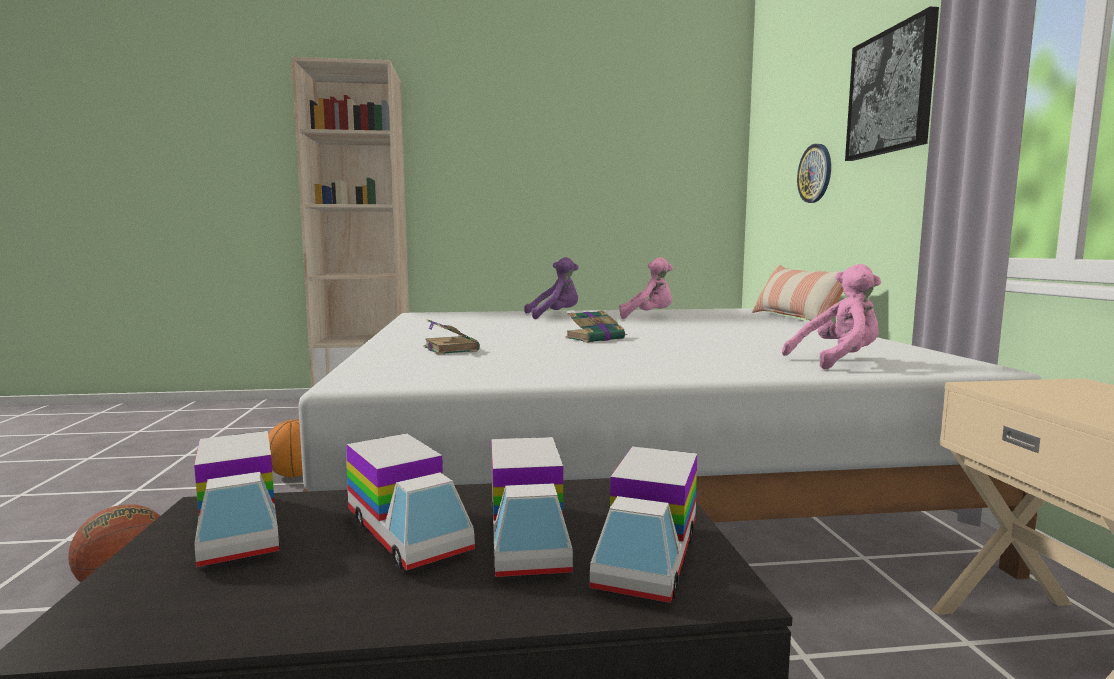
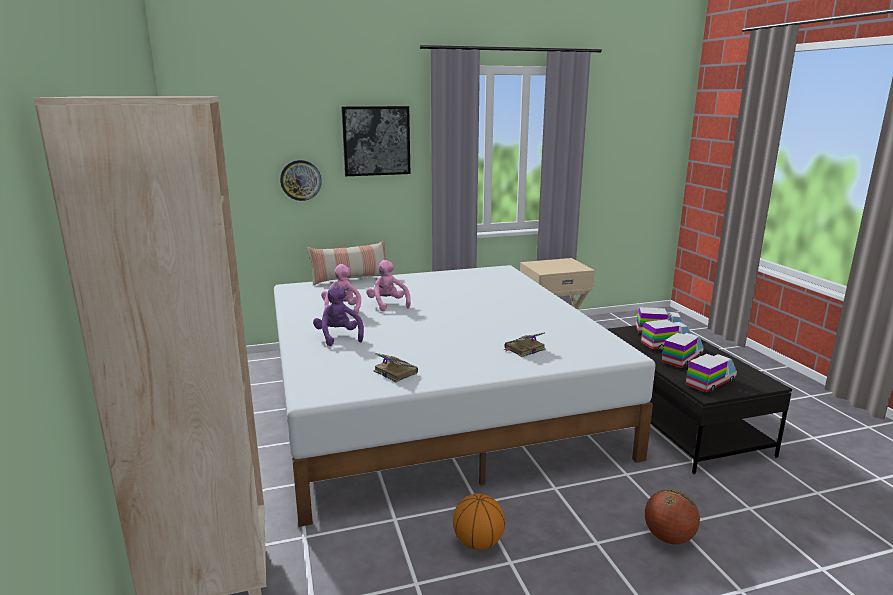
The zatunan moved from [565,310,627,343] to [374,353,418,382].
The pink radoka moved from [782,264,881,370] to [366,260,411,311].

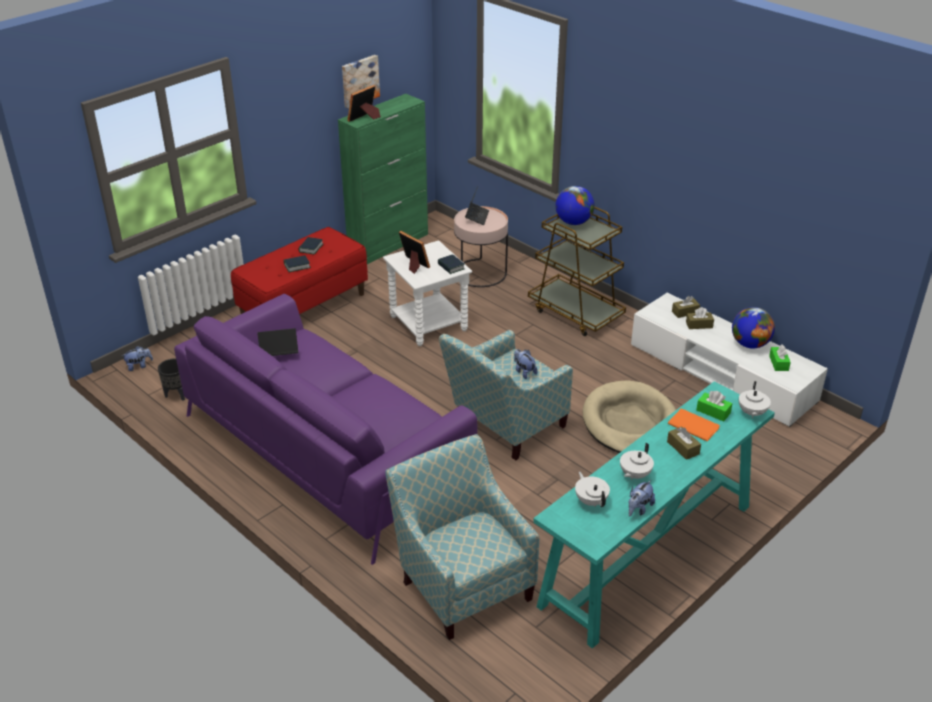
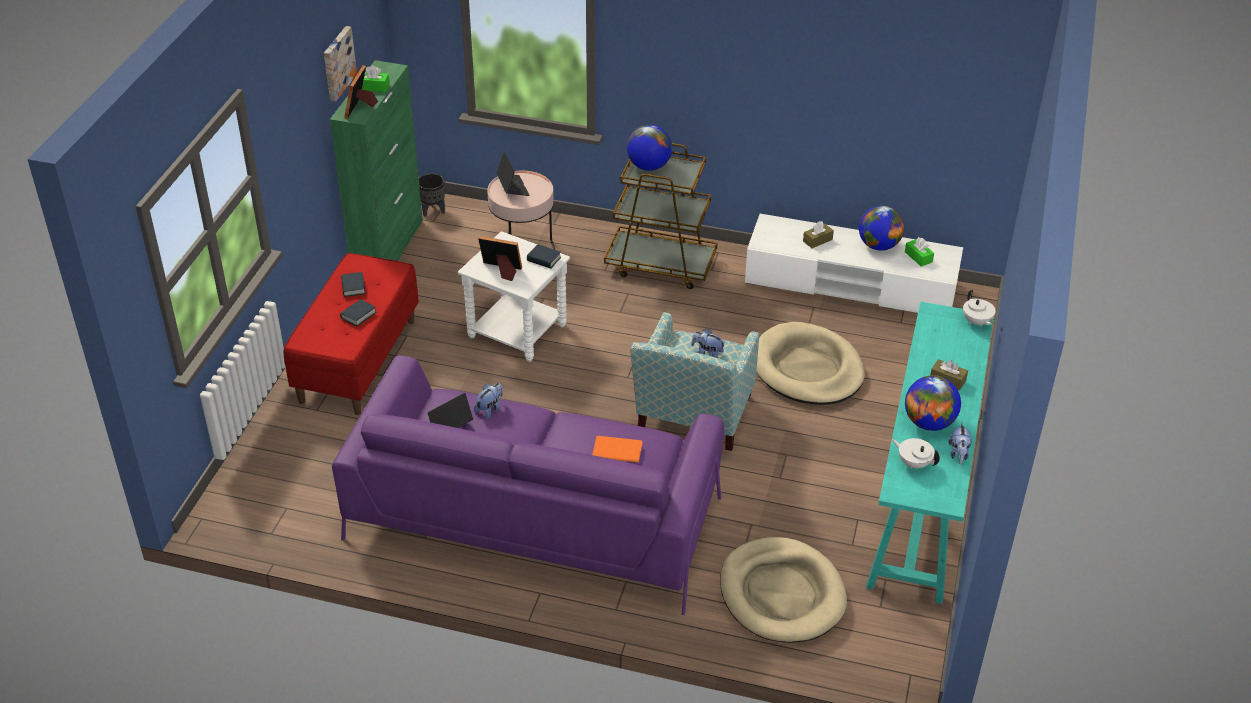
The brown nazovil at [672,296,700,318] disappeared.
The radoka moved from [121,346,153,371] to [474,383,503,419].
The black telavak moved from [158,358,185,401] to [419,173,445,216].
The orange zatunan moved from [668,409,720,441] to [592,436,642,463].
The green nazovil moved from [696,391,732,421] to [362,65,390,92].
The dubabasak at [385,434,539,640] was replaced by the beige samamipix at [720,537,847,643].
The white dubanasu at [620,443,654,480] was replaced by the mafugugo at [905,375,961,431].

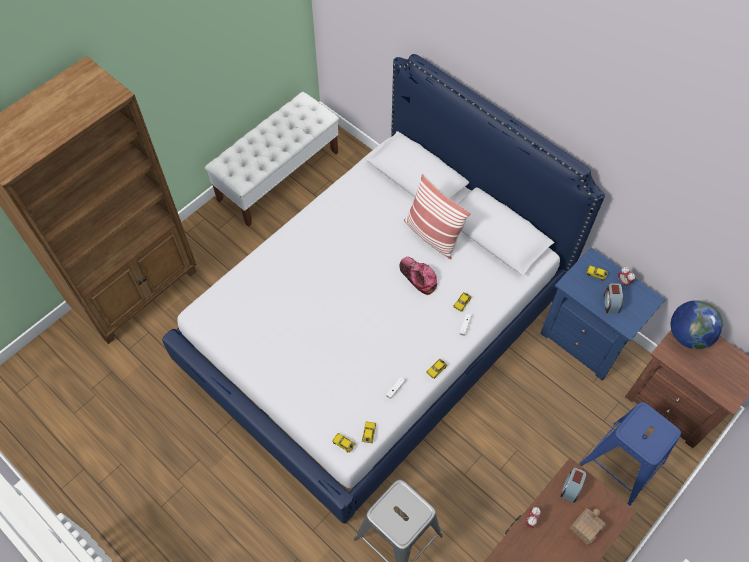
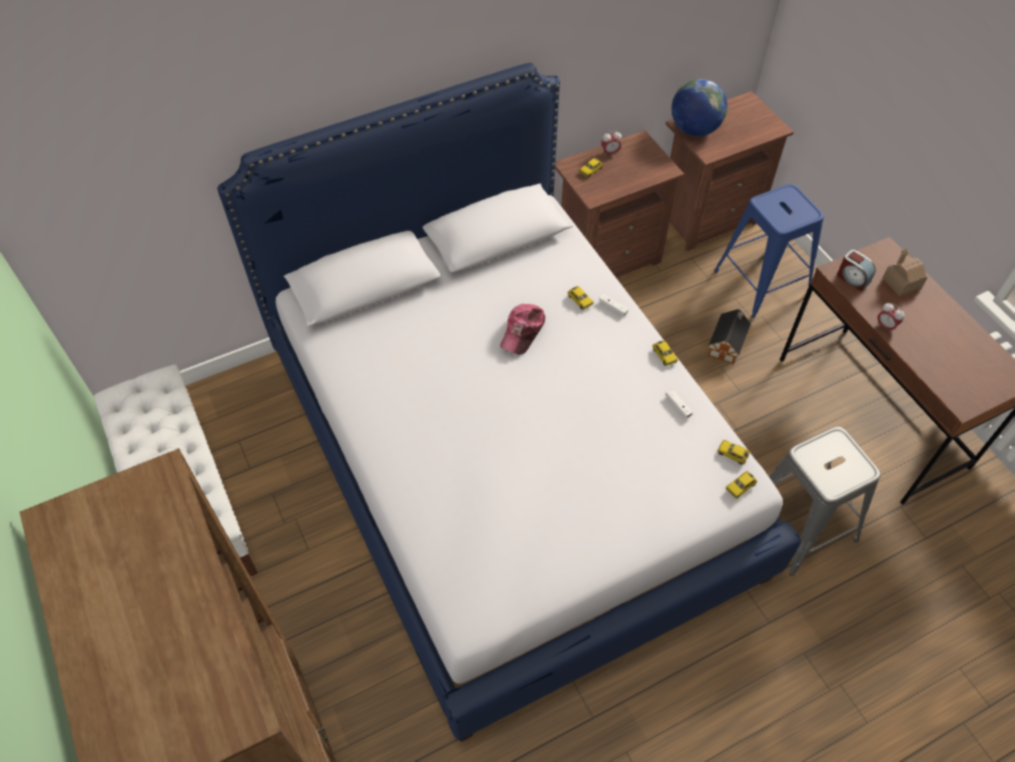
The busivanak at [404,174,471,259] disappeared.
The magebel at [604,283,623,313] disappeared.
The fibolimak at [708,309,751,365] appeared.
The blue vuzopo at [540,247,666,381] became the brown vuzopo at [555,130,684,278].
The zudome at [400,257,437,295] turned 45 degrees counterclockwise.

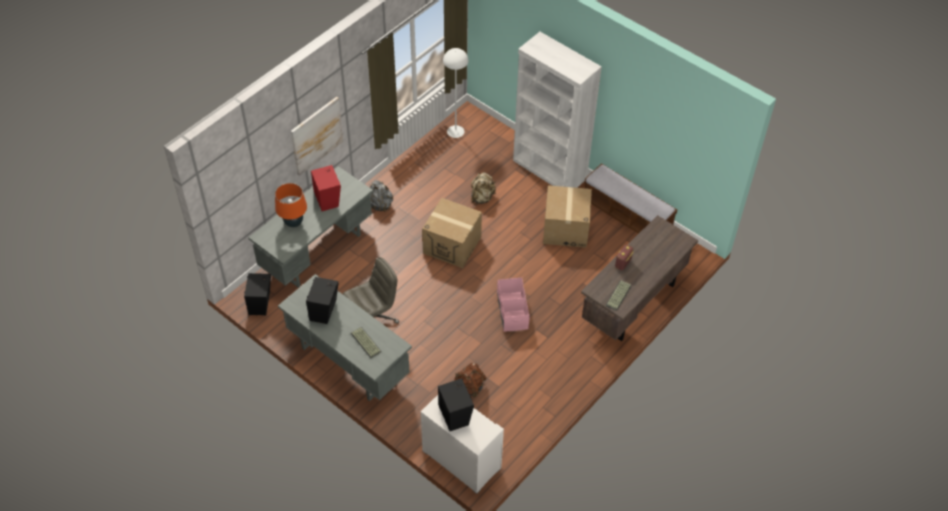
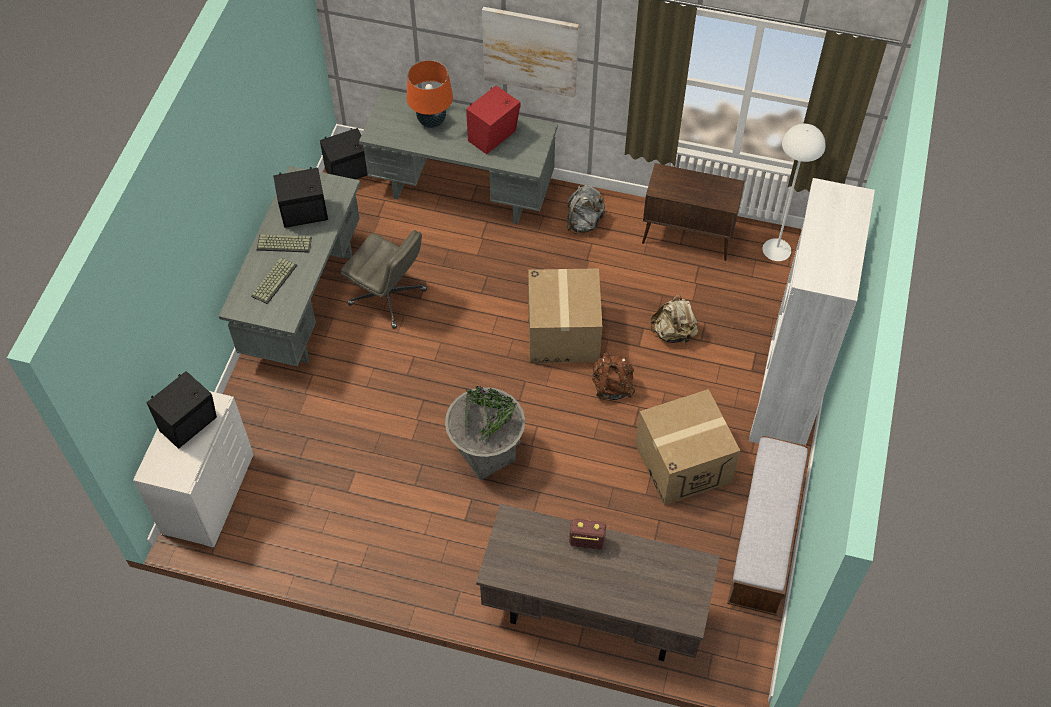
The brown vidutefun at [642,163,745,261] appeared.
The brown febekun moved from [454,363,487,398] to [592,352,635,400].
The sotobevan moved from [605,280,632,311] to [256,235,312,253].
The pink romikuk at [497,278,529,332] was replaced by the grey telavak at [445,386,525,481].

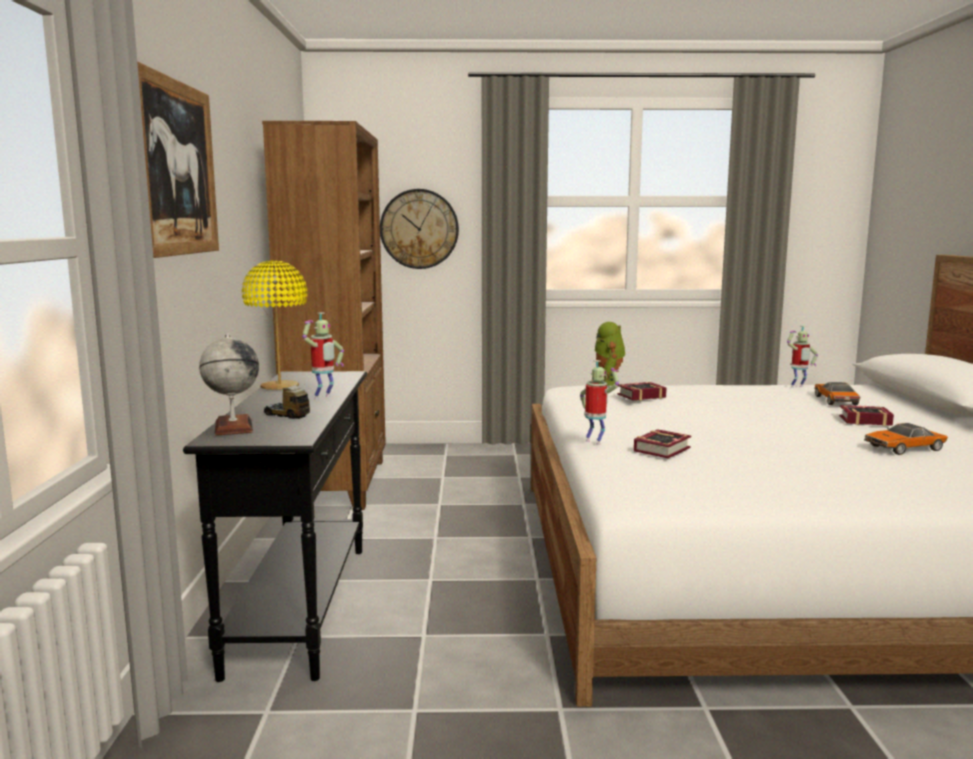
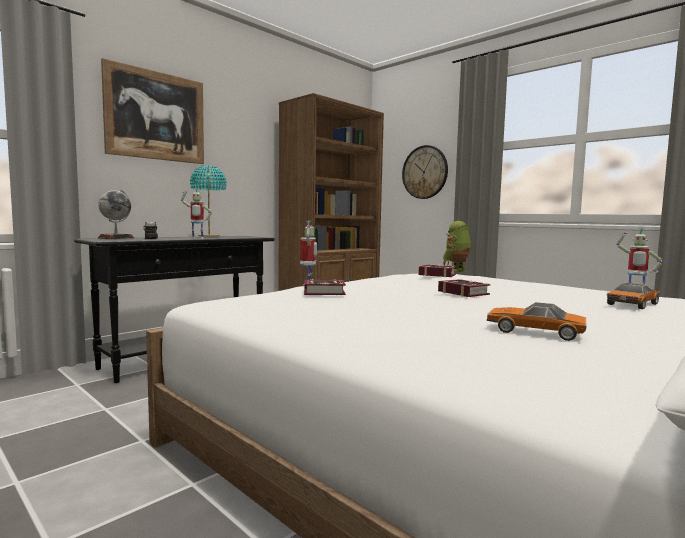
The zatunan moved from [839,405,894,426] to [438,279,491,297].
The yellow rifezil at [242,260,308,390] became the turquoise rifezil at [190,165,227,237].

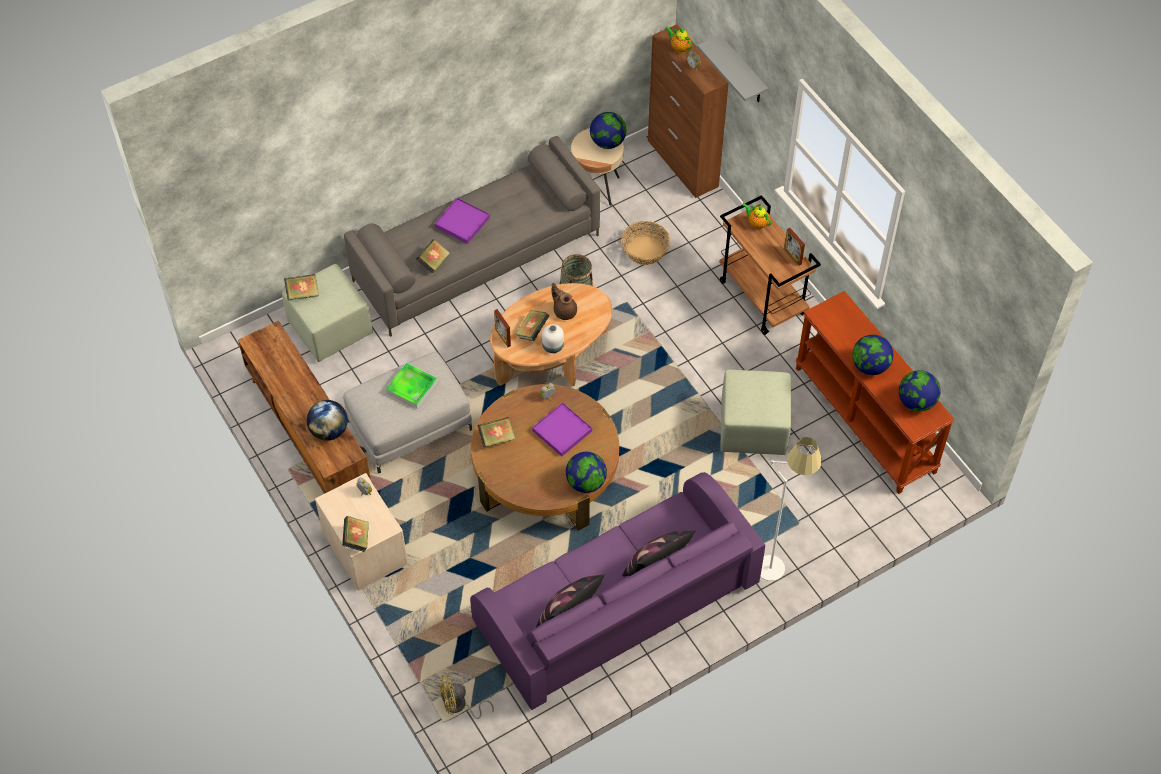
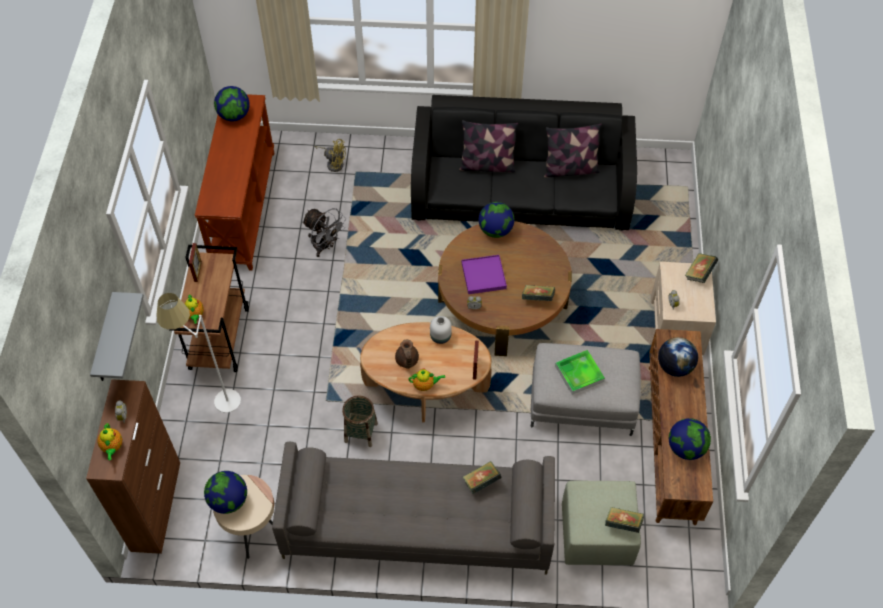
The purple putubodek at [435,198,490,244] disappeared.
The zatunan at [515,310,549,341] disappeared.
The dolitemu at [621,221,670,265] disappeared.
The dubanasu at [408,368,445,391] appeared.
The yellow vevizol moved from [438,675,494,719] to [314,139,346,172].
The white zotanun moved from [760,437,822,581] to [156,293,241,413].
The mafugugo moved from [852,335,893,375] to [669,418,711,460].
The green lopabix at [720,369,791,455] was replaced by the grey vevizol at [302,208,346,257].
The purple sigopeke at [470,472,765,710] became the black sigopeke at [411,95,637,231].

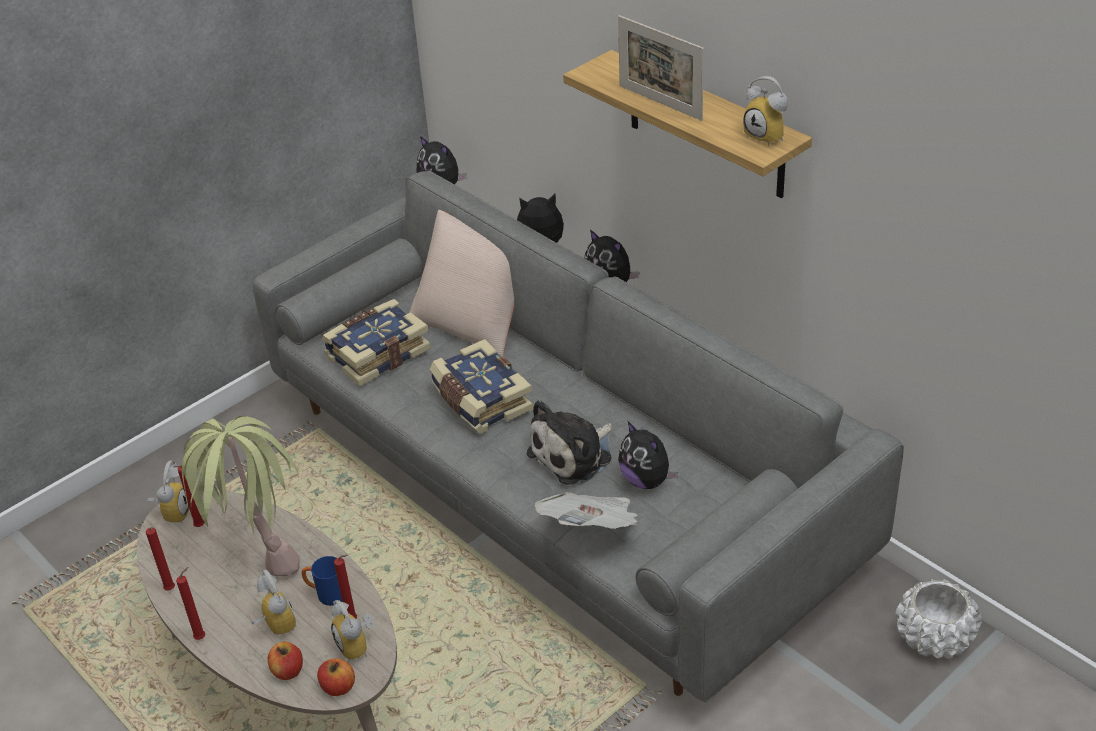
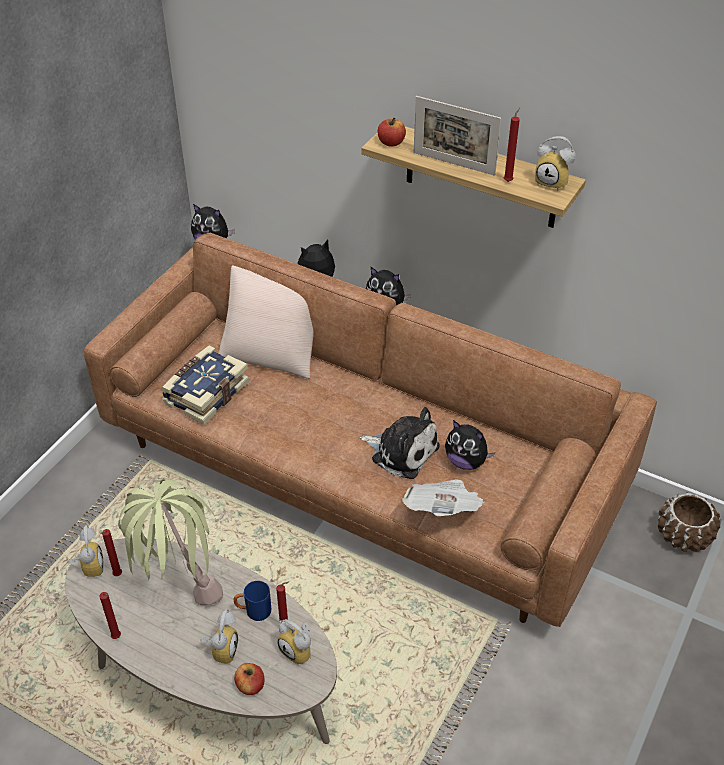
The zatunan at [430,339,533,434] disappeared.
The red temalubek moved from [176,567,205,640] to [504,108,520,182].
The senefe moved from [317,658,355,696] to [378,118,406,147].
The grey sigopeke at [253,171,904,702] became the brown sigopeke at [84,233,657,627].
The white telavak at [896,579,982,658] became the brown telavak at [658,493,720,552].
The magebel at [251,570,296,636] turned 60 degrees clockwise.
The radoka at [526,400,613,485] turned 90 degrees counterclockwise.

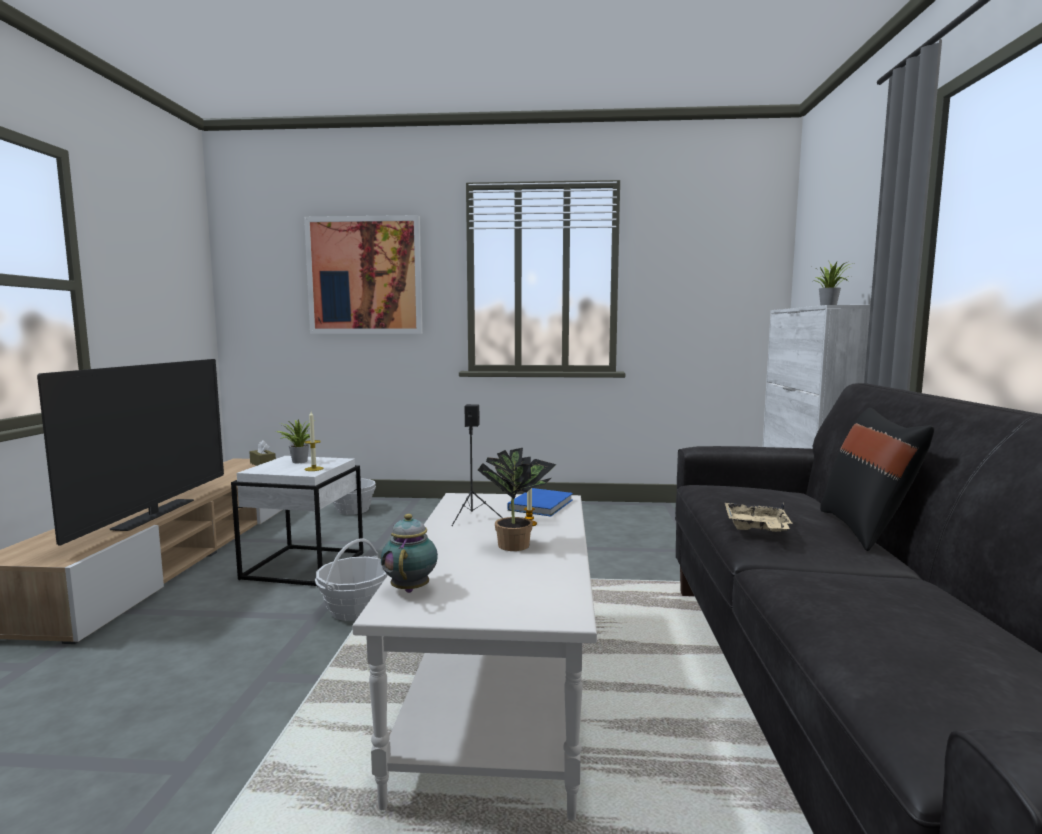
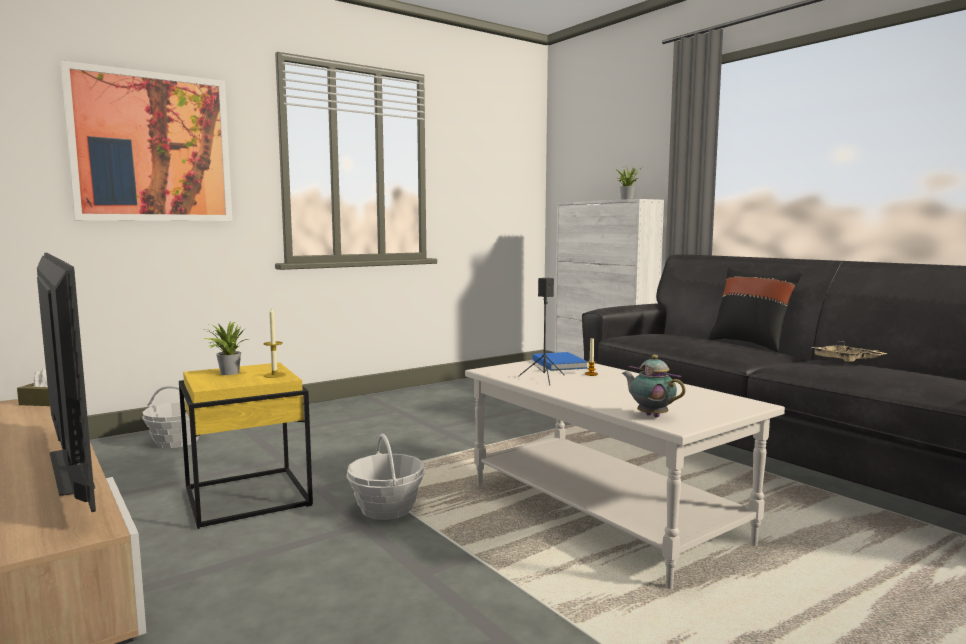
The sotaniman at [478,448,557,551] disappeared.
The beige putubodek moved from [725,502,793,532] to [810,341,888,362].
The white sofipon at [231,456,363,586] became the yellow sofipon at [179,362,313,529].

